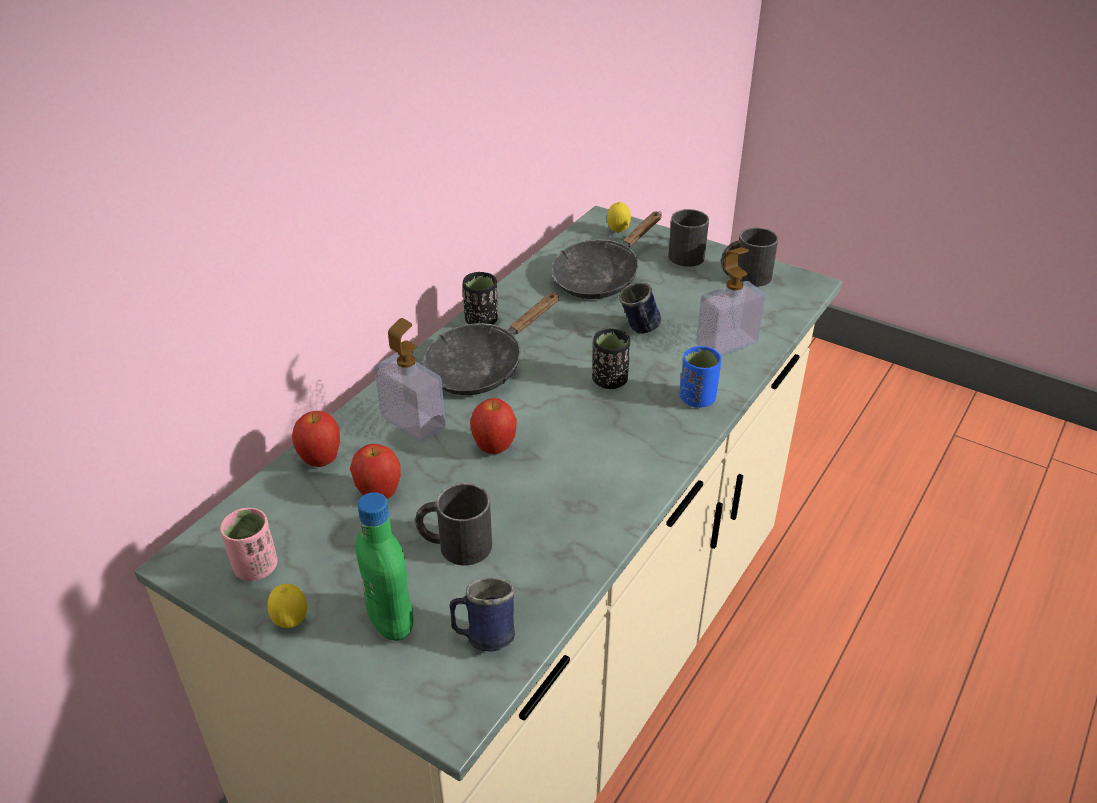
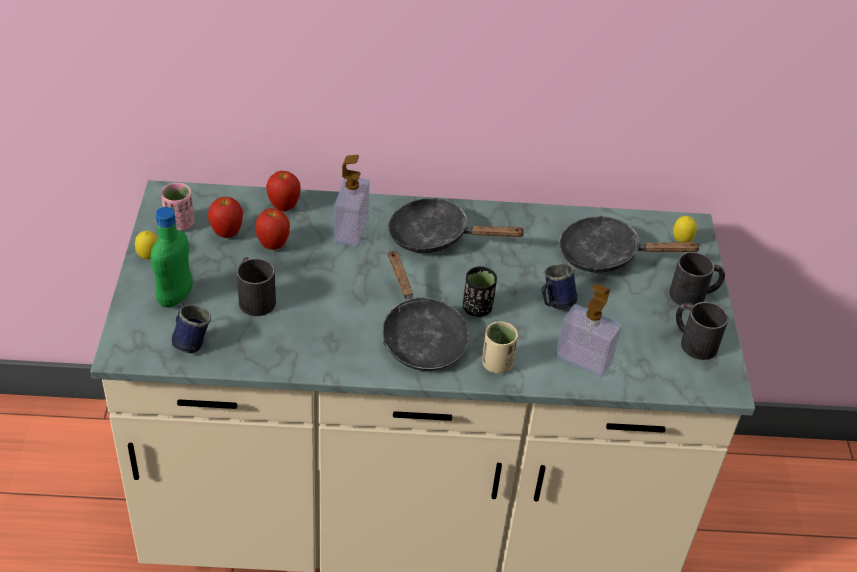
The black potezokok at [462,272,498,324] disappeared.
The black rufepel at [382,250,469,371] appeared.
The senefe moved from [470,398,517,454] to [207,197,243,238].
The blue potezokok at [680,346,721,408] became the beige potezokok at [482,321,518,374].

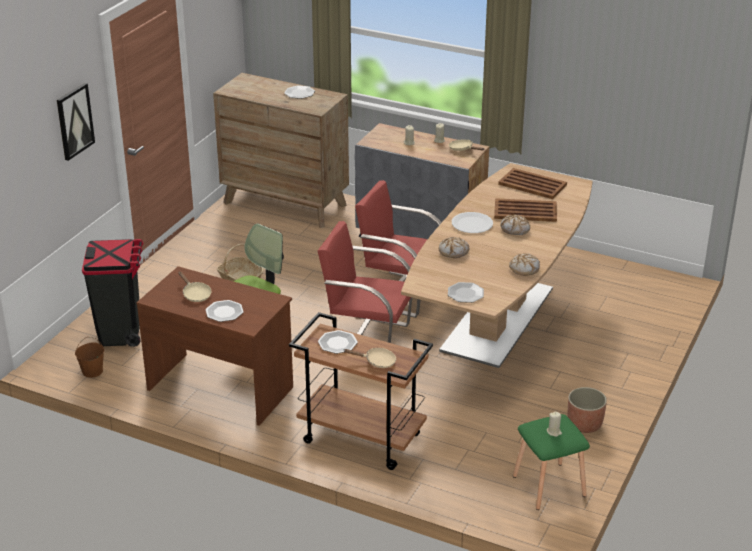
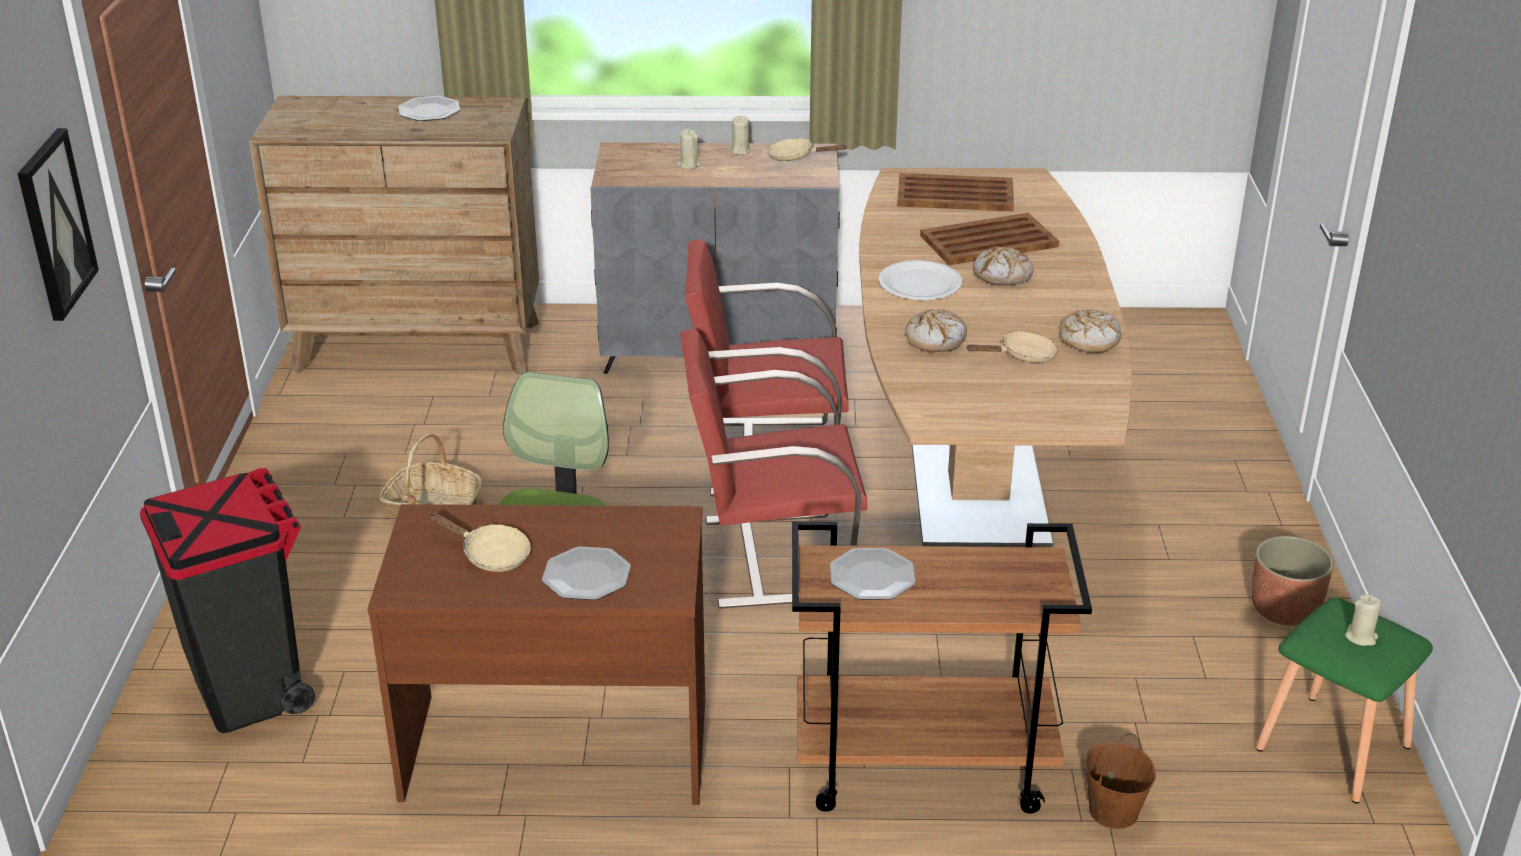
The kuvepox at [448,282,484,303] disappeared.
The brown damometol moved from [75,337,104,378] to [1084,733,1156,829].
The beige rufepel moved from [344,348,396,368] to [966,331,1058,363].

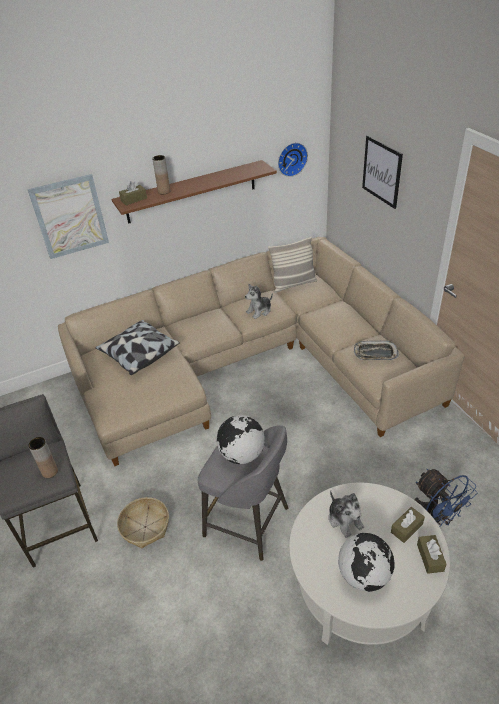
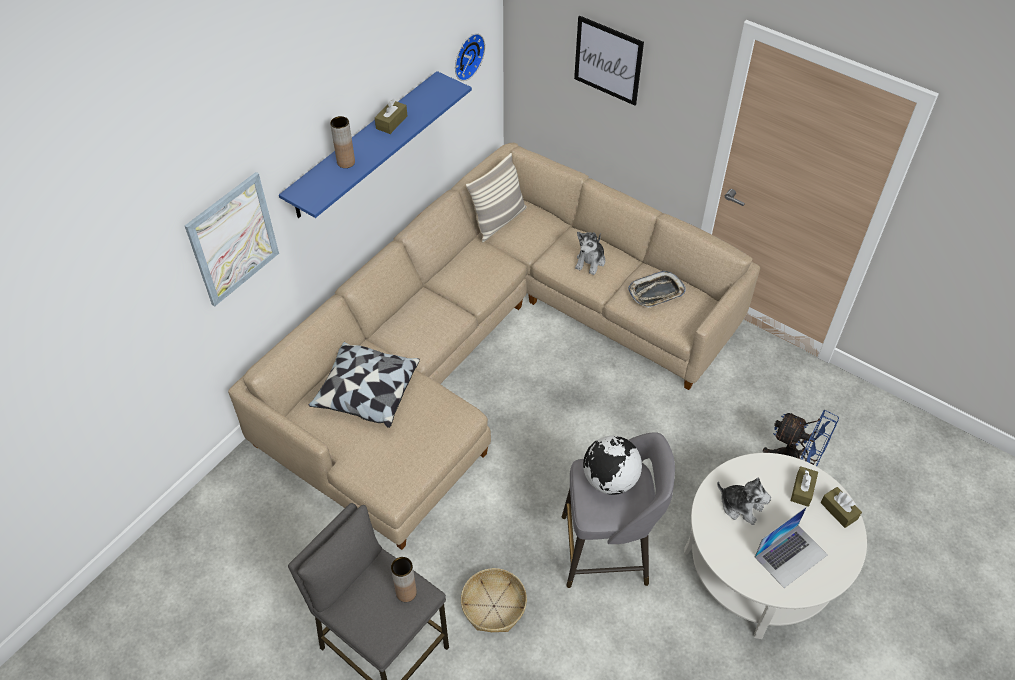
The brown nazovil moved from [119,181,147,206] to [375,99,407,134].
The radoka moved from [245,284,273,319] to [575,232,605,275].
The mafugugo at [338,533,395,592] was replaced by the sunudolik at [755,506,827,588].
The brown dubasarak at [112,160,277,224] became the blue dubasarak at [279,71,472,218].

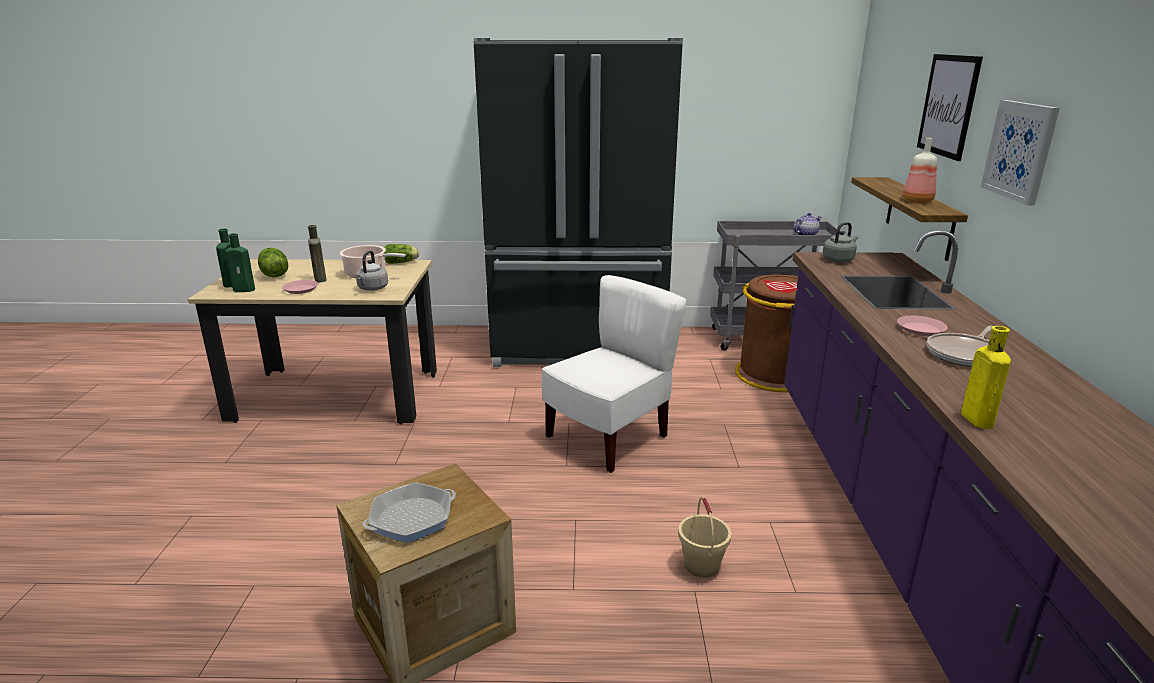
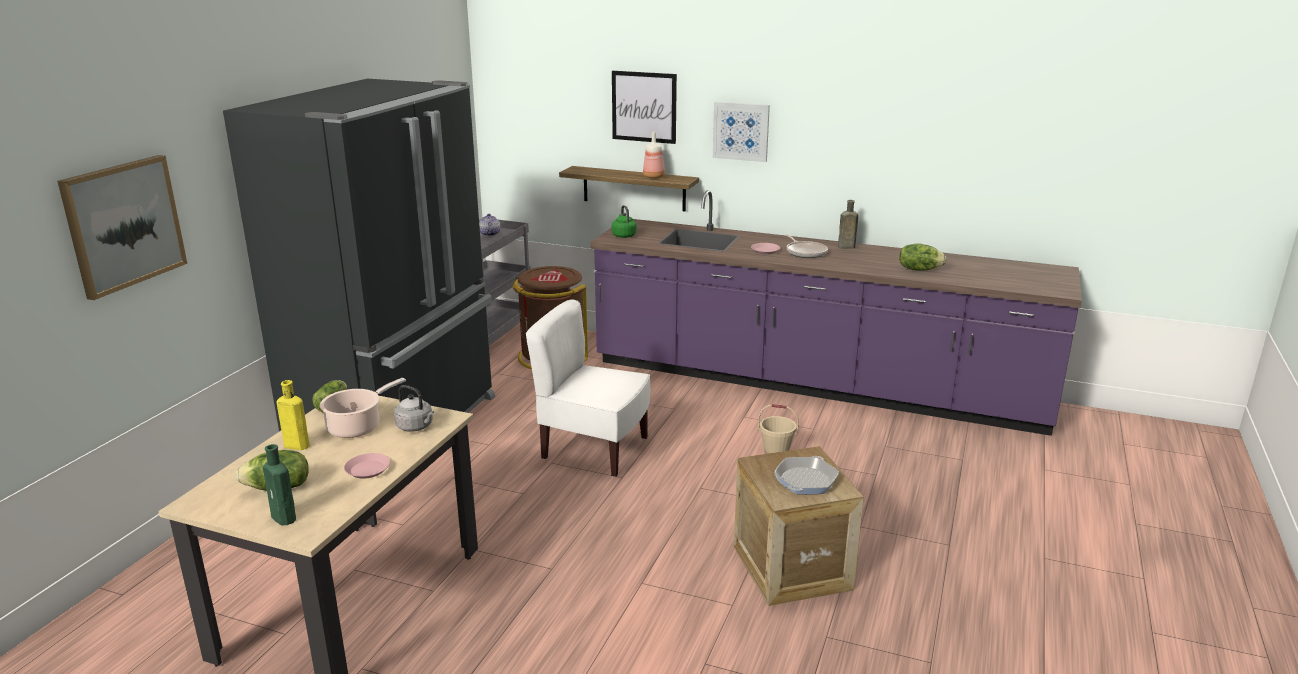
The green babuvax at [225,233,255,292] disappeared.
The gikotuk at [57,155,187,300] appeared.
The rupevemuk at [899,244,947,271] appeared.
The brown babuvax moved from [308,225,327,282] to [838,200,858,249].
The yellow babuvax moved from [961,326,1011,429] to [276,380,310,450].
The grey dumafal at [822,222,858,263] became the green dumafal at [612,205,637,238].
The rufepel at [363,482,456,543] turned 45 degrees clockwise.
The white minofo at [542,275,686,473] turned 45 degrees counterclockwise.

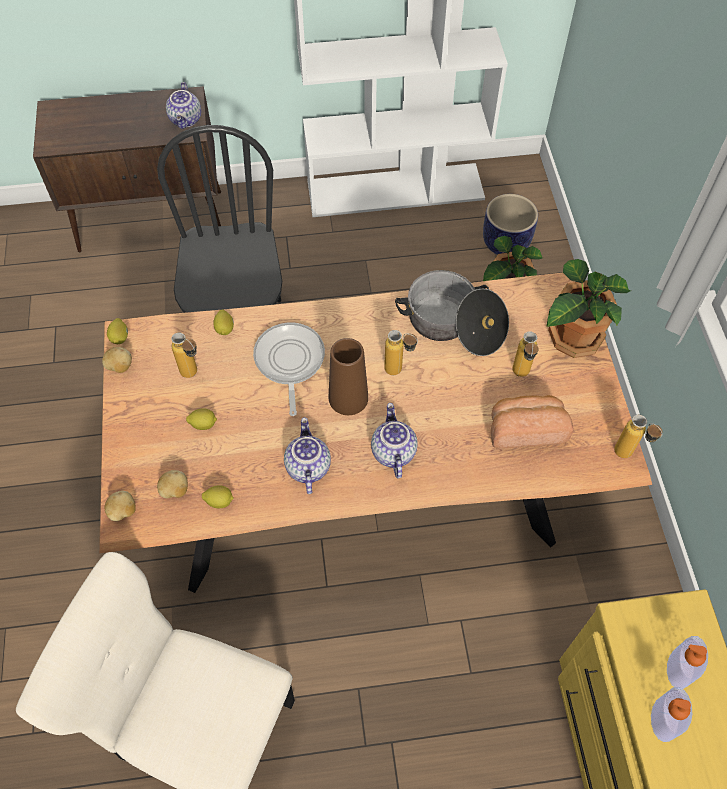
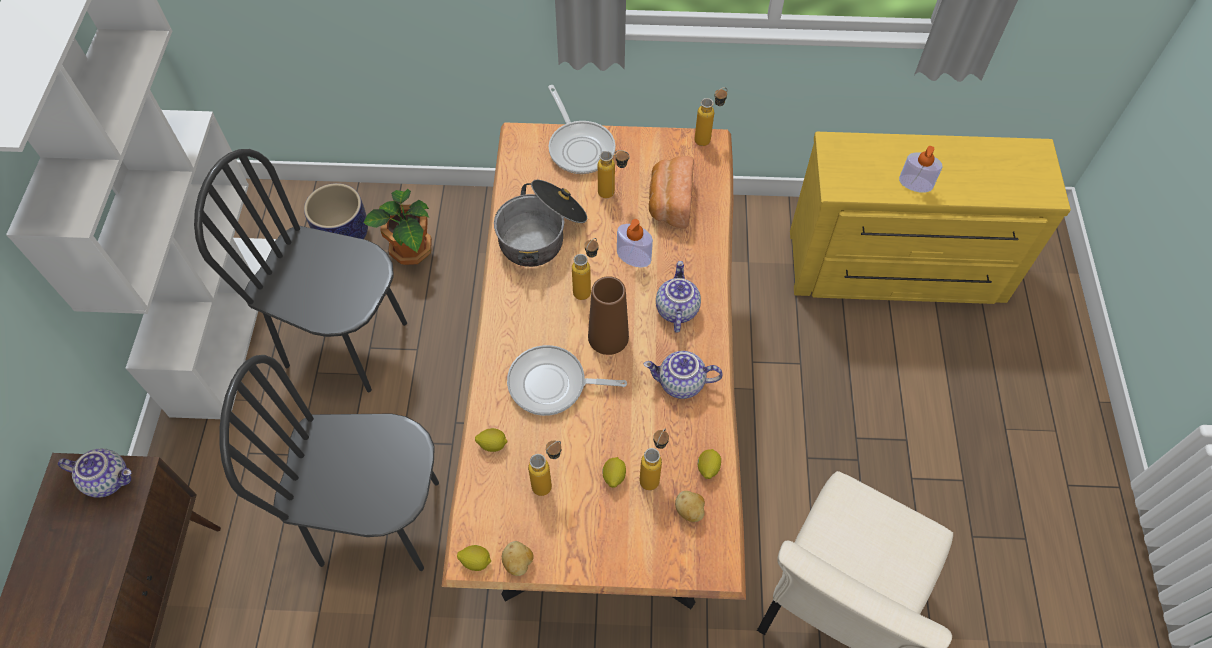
The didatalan at [104,491,136,521] disappeared.
The black minofo at [194,149,407,392] appeared.
The babuvax at [640,429,669,490] appeared.
The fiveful moved from [667,636,708,689] to [617,219,653,268].
The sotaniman at [546,259,631,358] was replaced by the rufepel at [548,85,615,174].
The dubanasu at [371,403,418,478] turned 90 degrees clockwise.

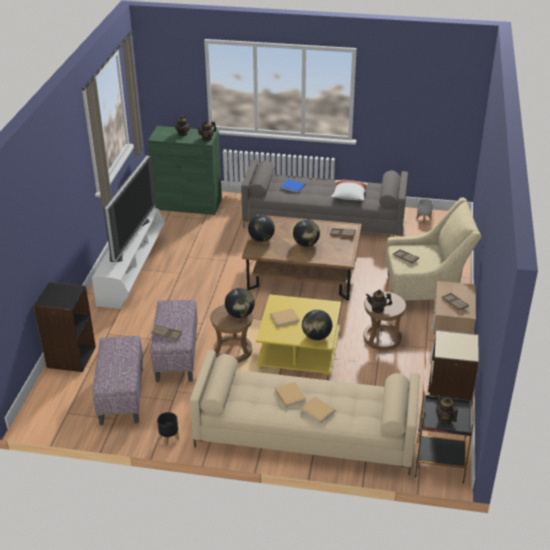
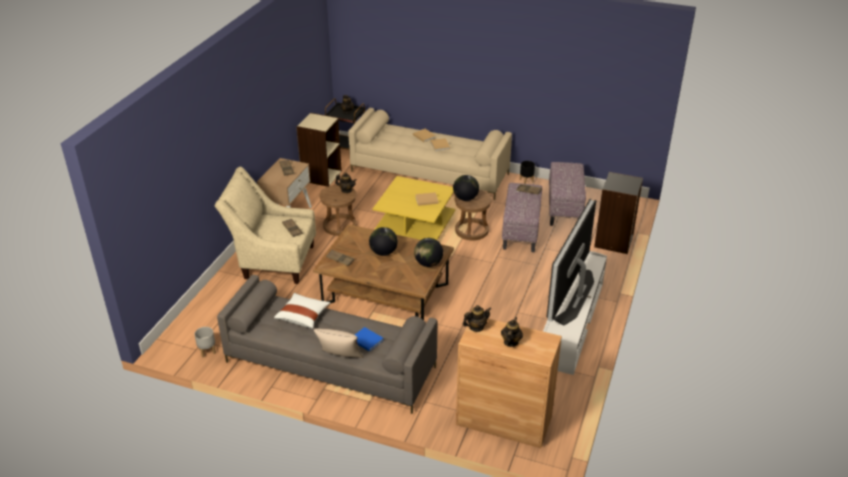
The mafugugo at [302,310,332,340] disappeared.
The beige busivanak at [314,329,363,358] appeared.
The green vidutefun at [148,126,222,215] became the brown vidutefun at [456,319,562,448].

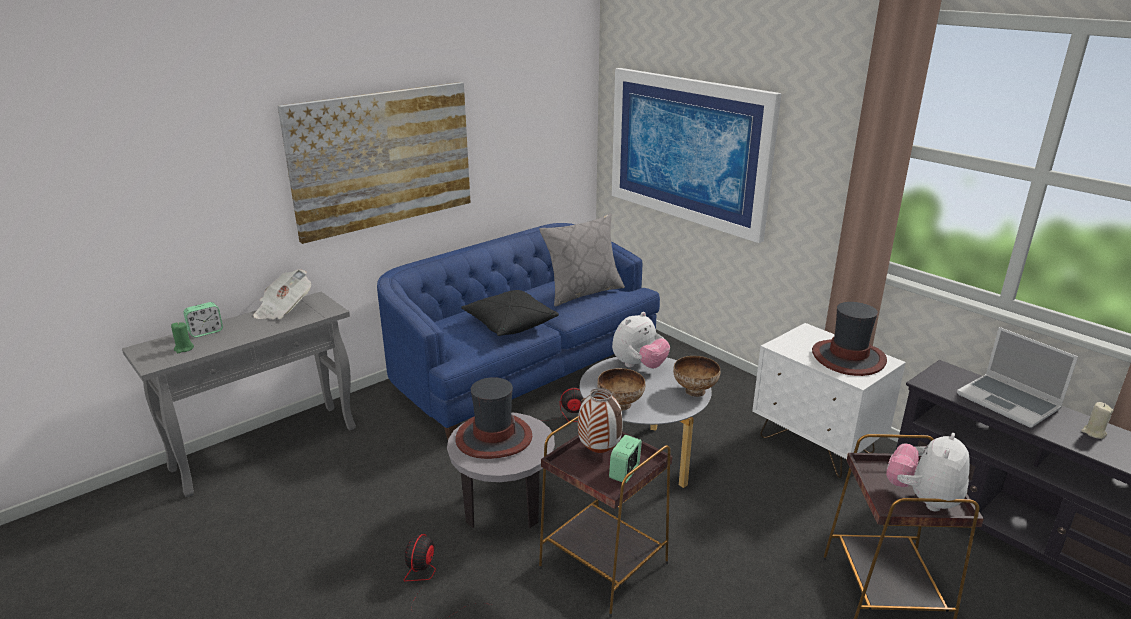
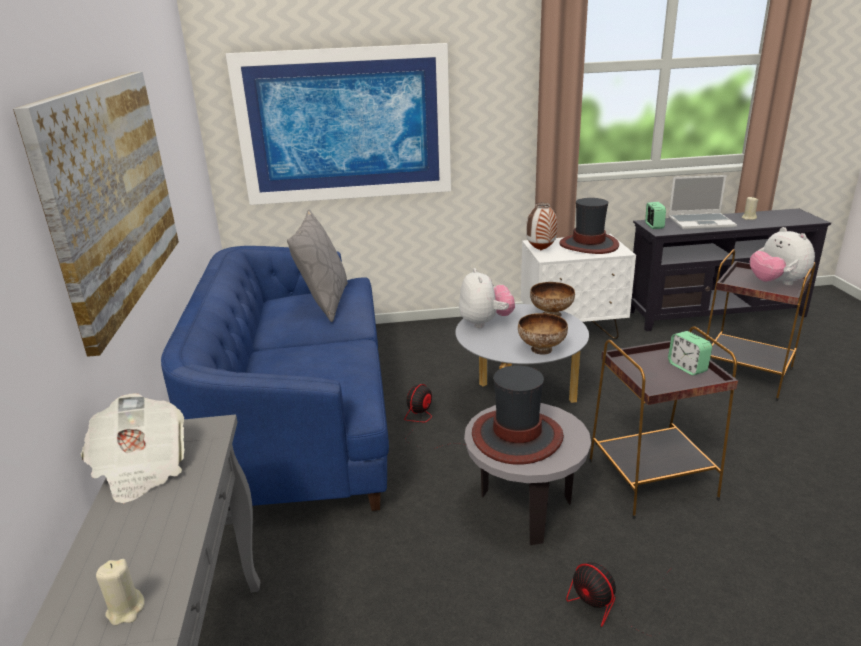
The black busivanak at [461,290,559,336] disappeared.
The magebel moved from [183,302,223,338] to [645,202,666,229].
The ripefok moved from [578,388,623,453] to [526,203,557,250].
The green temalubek at [171,322,194,353] became the beige temalubek at [96,559,145,625].

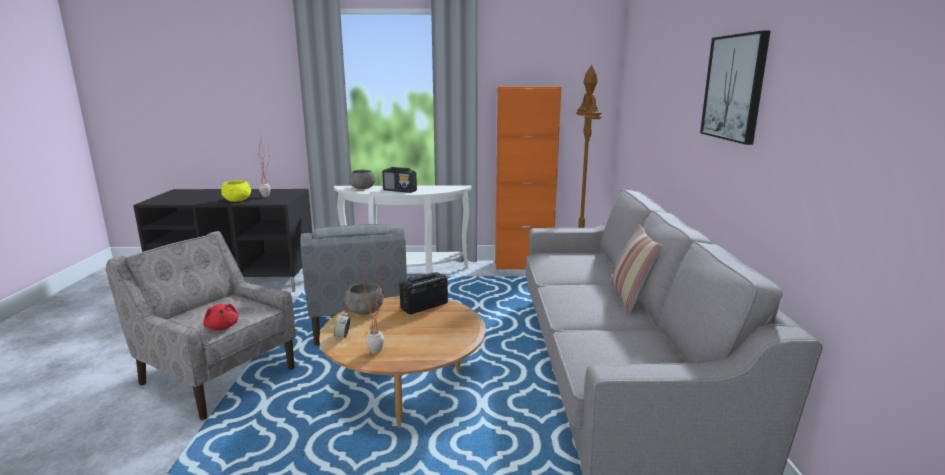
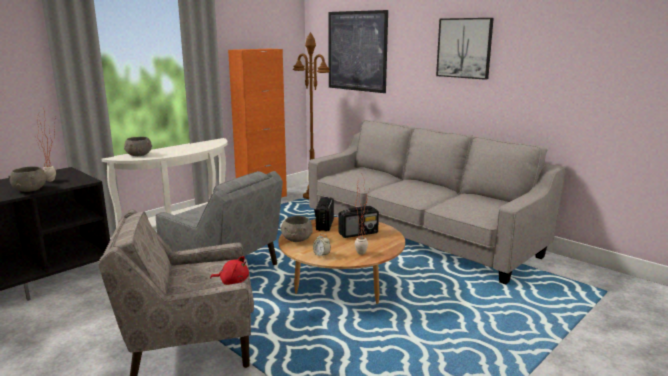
The busivanak at [610,224,662,314] disappeared.
The gikotuk at [328,10,388,93] appeared.
The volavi moved from [382,167,417,193] to [339,206,379,238].
The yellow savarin at [221,181,251,202] became the grey savarin at [8,166,46,192].

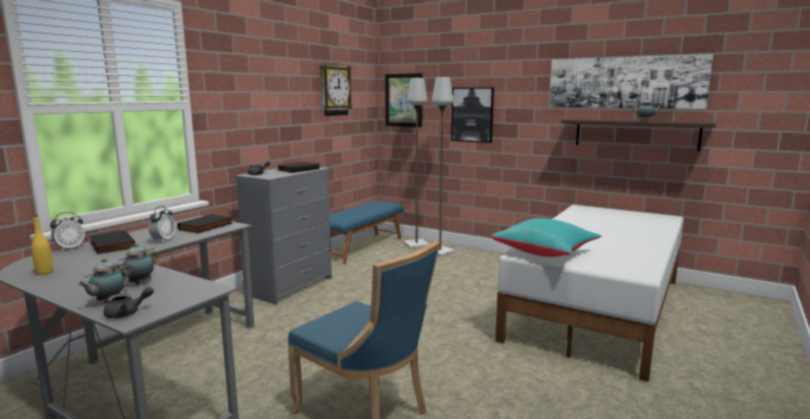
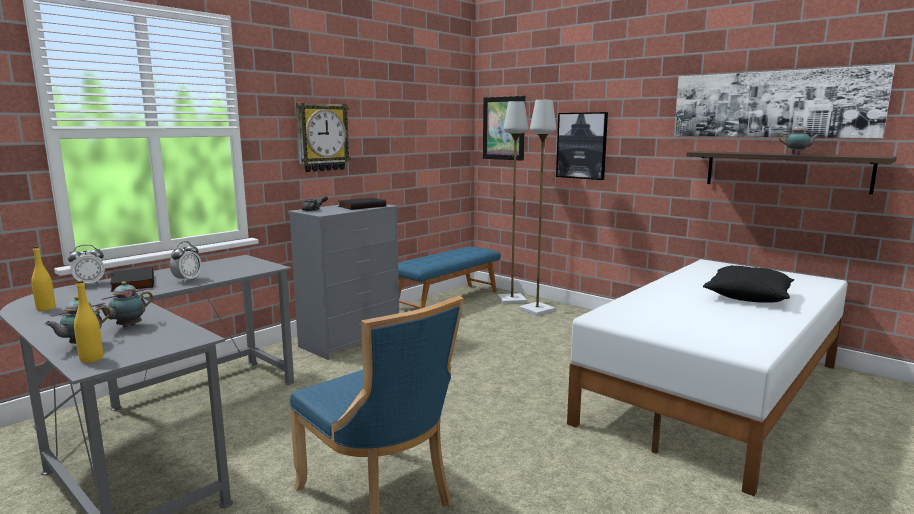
The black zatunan at [177,214,233,233] disappeared.
The turquoise busivanak at [491,218,601,257] disappeared.
The black busivanak at [703,265,794,303] appeared.
The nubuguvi moved from [320,65,353,116] to [296,103,351,172].
The grey dubanasu at [104,287,154,318] was replaced by the yellow babuvax at [74,281,103,363].

